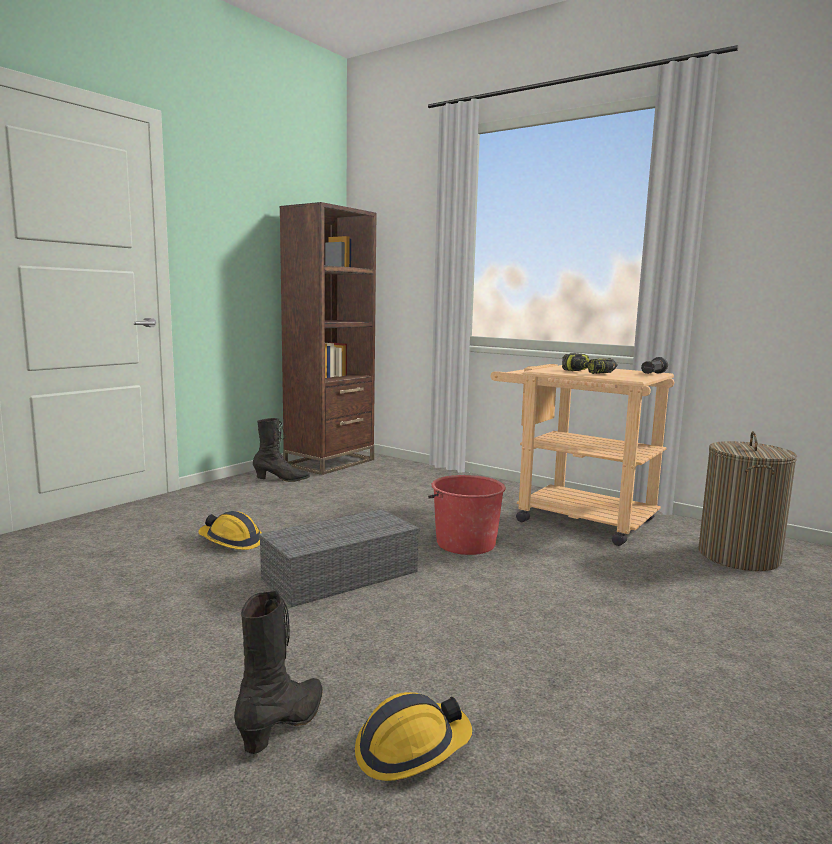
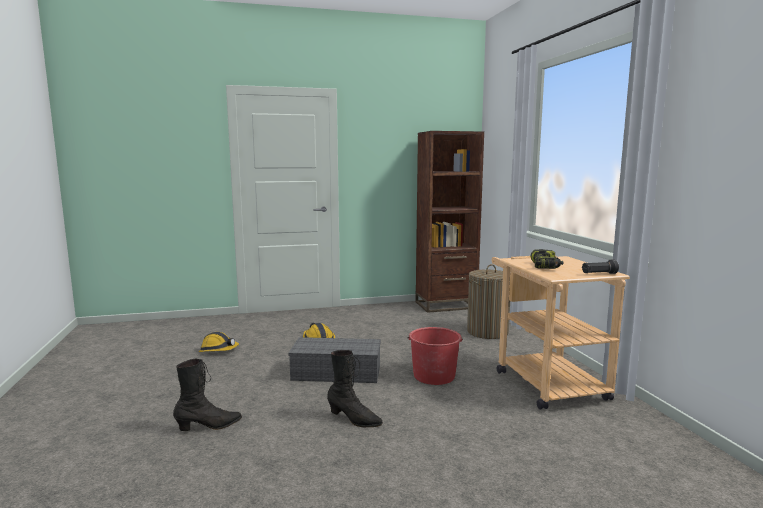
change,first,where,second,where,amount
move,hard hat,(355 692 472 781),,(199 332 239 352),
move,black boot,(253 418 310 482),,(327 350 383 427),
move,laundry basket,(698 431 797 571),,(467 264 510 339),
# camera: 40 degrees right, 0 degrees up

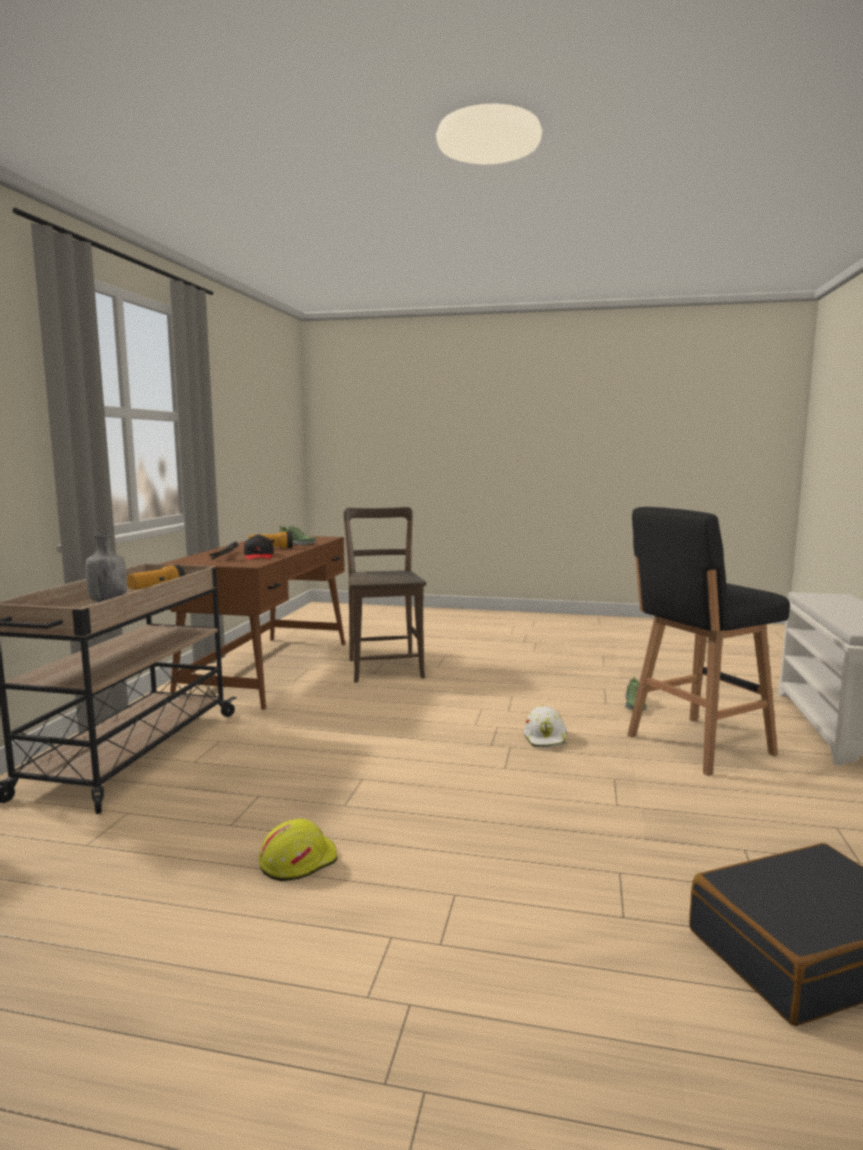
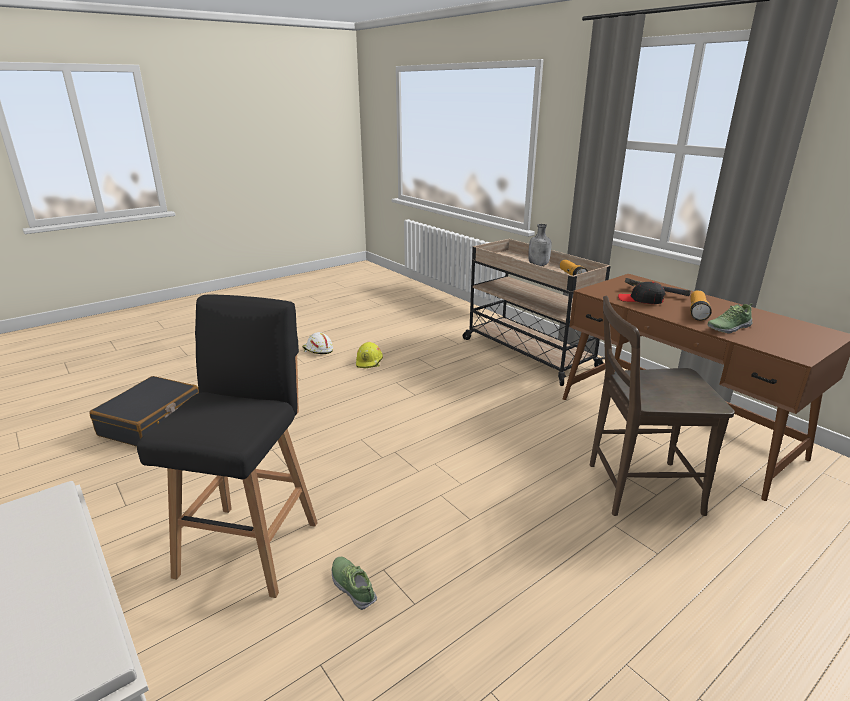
change,first,where,second,where,amount
move,white hard hat,(524 705 568 748),,(303 332 333 354),
rotate,brown chair,(344 507 426 683),,(590 296 735 516),150 degrees clockwise
# camera: 130 degrees right, 15 degrees up

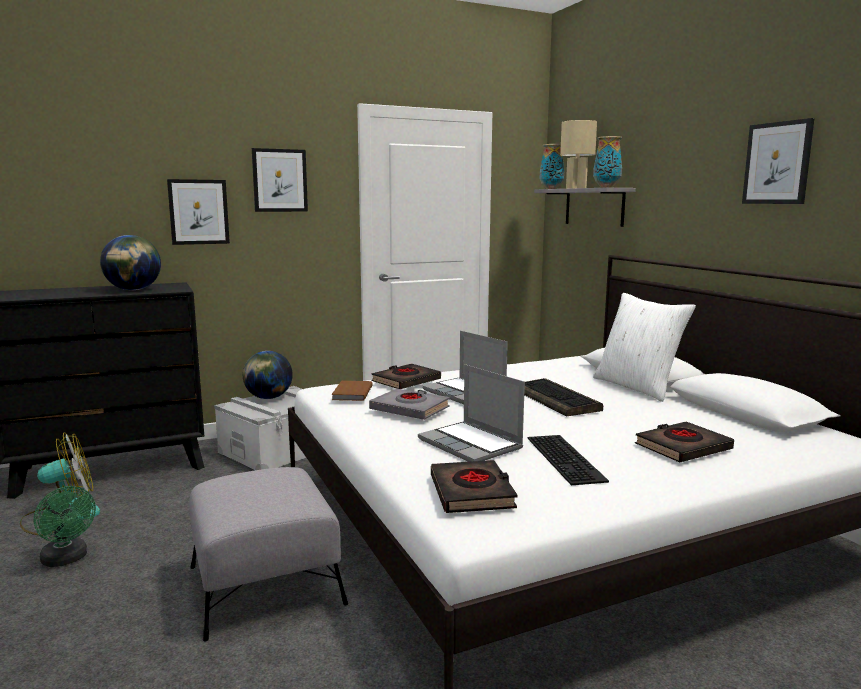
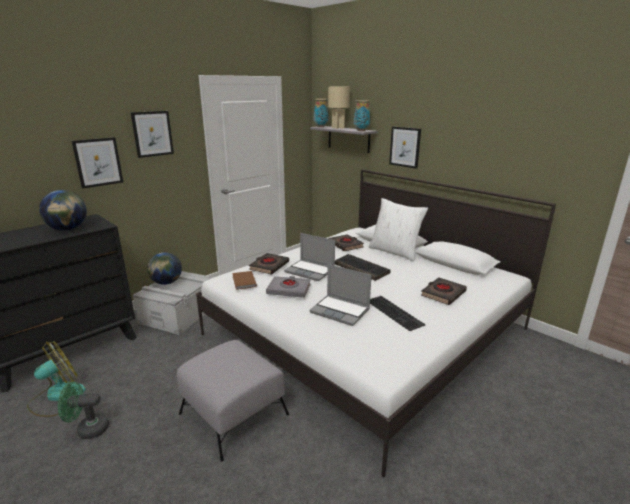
change,first,where,second,where,amount
rotate,green fan,(34 486 96 567),,(58 382 109 439),150 degrees clockwise
move,black book,(431 460 518 513),,(329 234 364 251),
move,picture,(742 118 815 204),,(389 126 421 169),
# camera: 20 degrees left, 10 degrees up

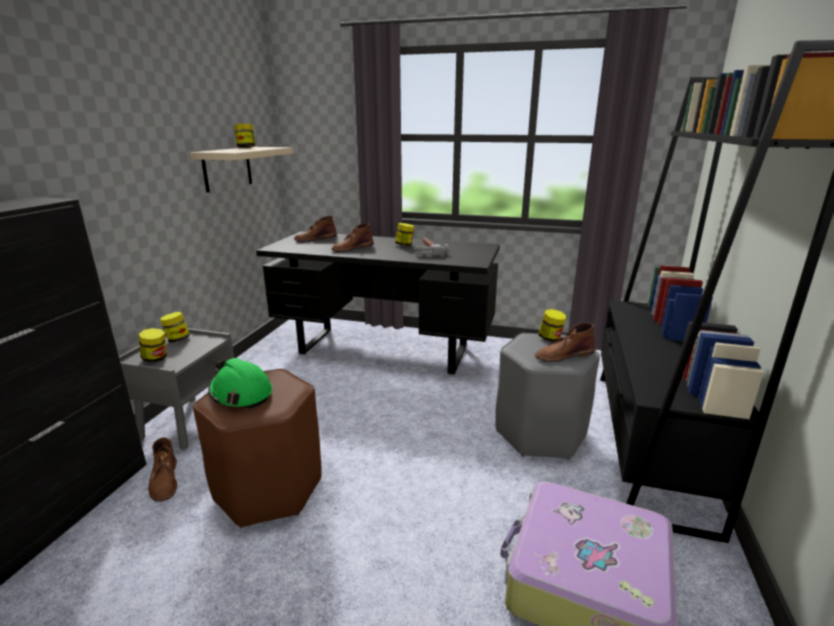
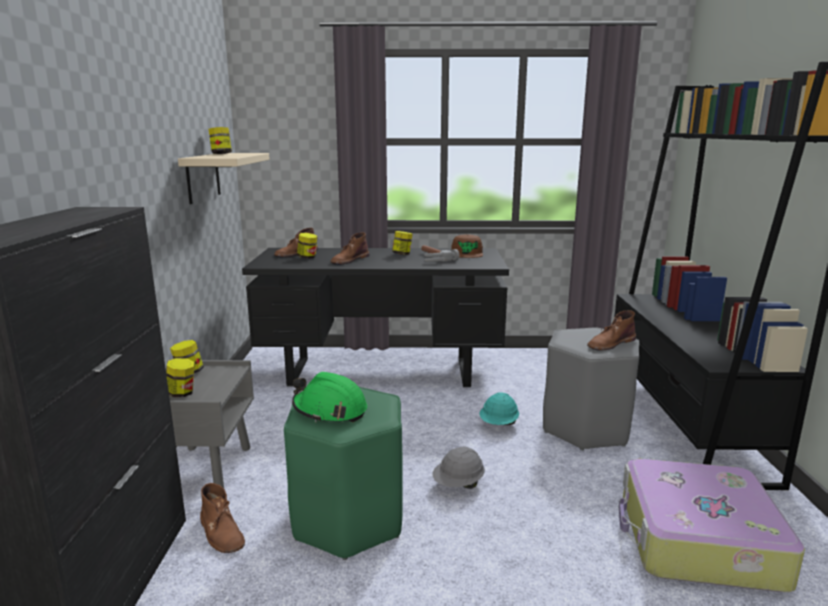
change,first,where,second,where,amount
recolor,brown stool,(193 369 321 528),green stool,(284 386 403 560),
move,jar,(539 309 566 342),,(297 233 318 259),
insert,,,grey hard hat,(433 446 485 489),
insert,,,brown cap,(452 234 483 258),
insert,,,turquoise hard hat,(480 392 519 425),
# camera: 15 degrees left, 5 degrees down

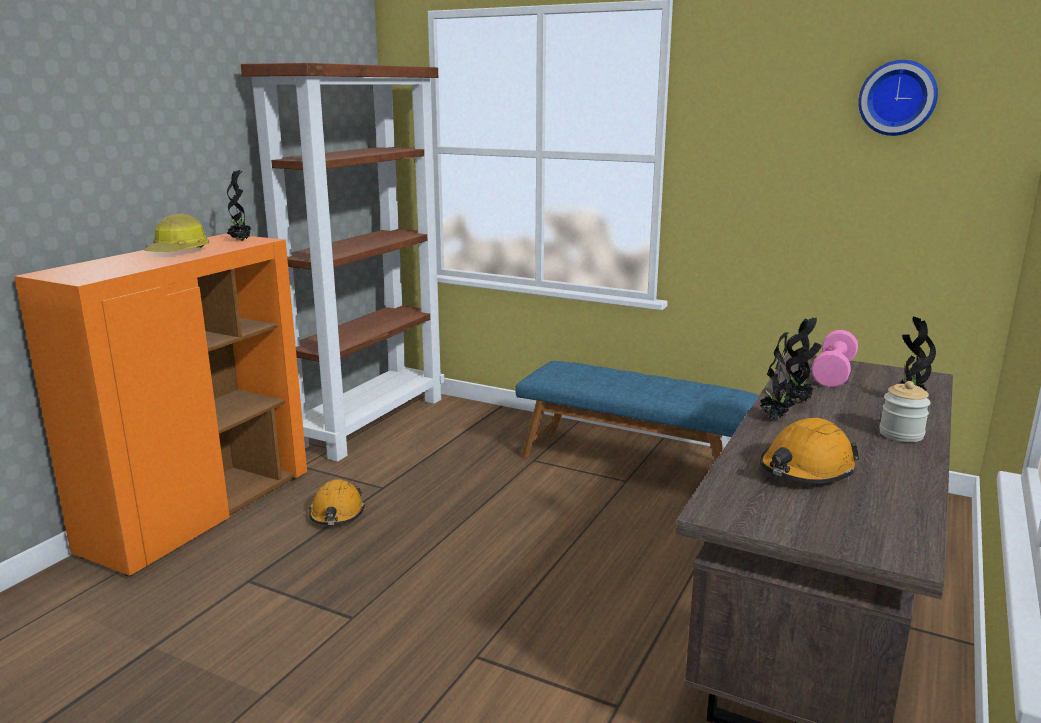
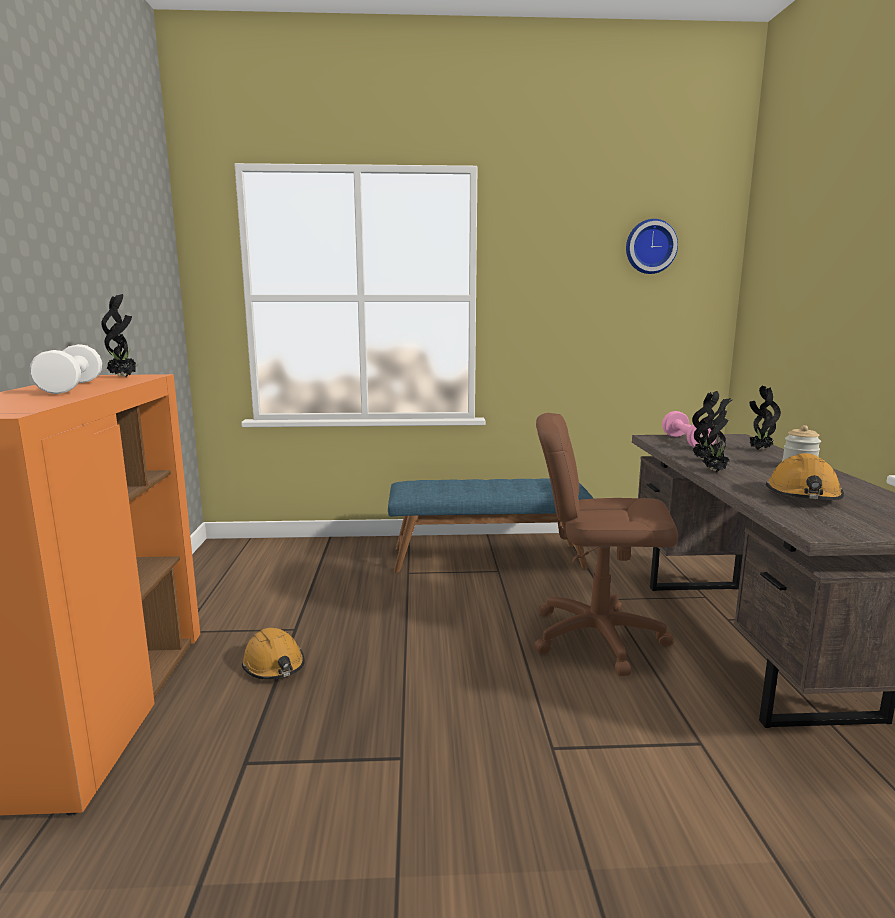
change,first,where,second,where,amount
replace,hard hat,(144 213 209 252),white dumbbell,(29 344 102 394),
insert,,,brown office chair,(534 413 678 676),
delete,brown bookcase,(241 63 444 462),,,
# camera: 30 degrees left, 5 degrees down

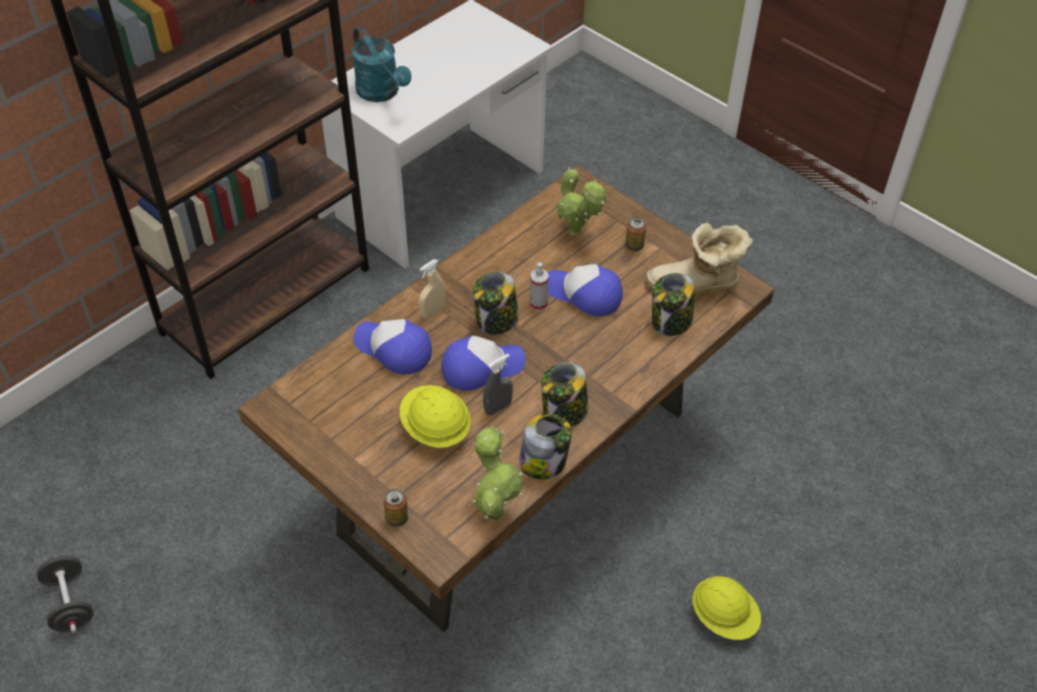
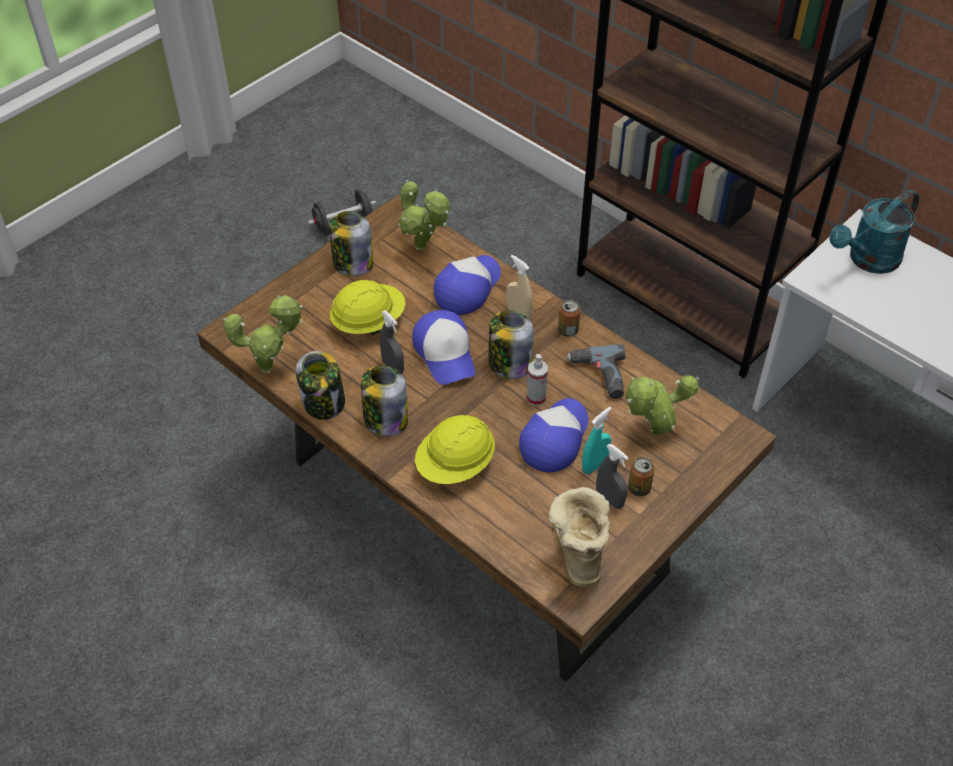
change,first,where,second,where,amount
move,jar,(652 273 694 336),,(329 211 373 276),
insert,,,potted plant,(399 180 450 250),
move,yellow hard hat,(693 576 761 640),,(415 415 495 484),
move,can,(383 489 408 527),,(558 299 581 337),
insert,,,power drill,(566 344 625 399),
insert,,,turquoise spray bottle,(582 407 612 474),
insert,,,grey spray bottle,(596 444 629 509),
# camera: 90 degrees right, 0 degrees up

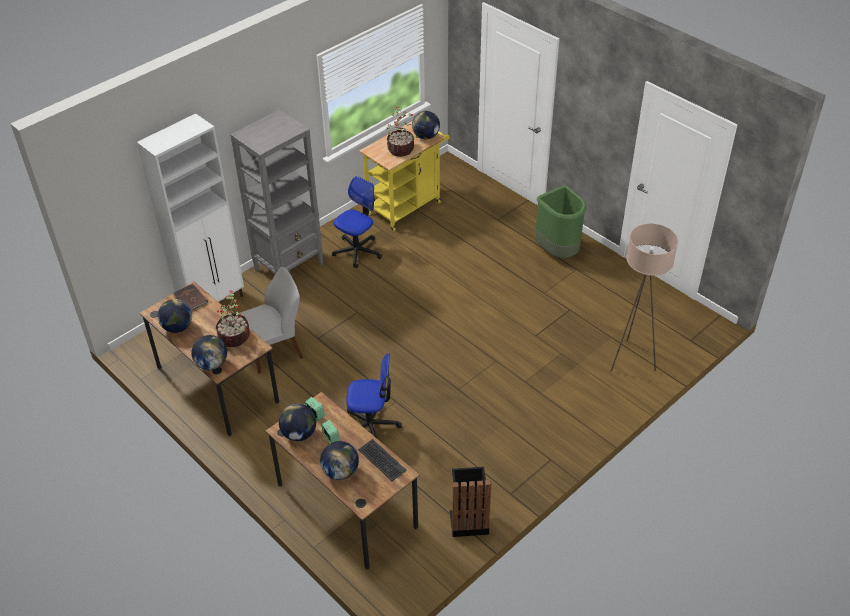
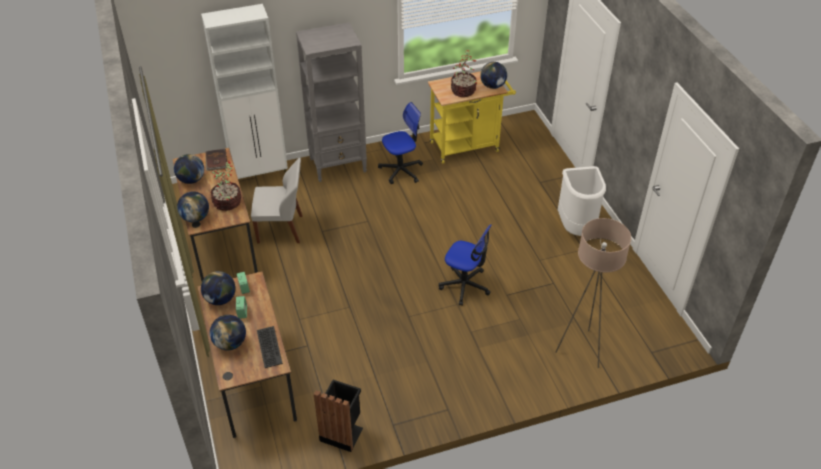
change,first,where,second,where,amount
move,office chair,(346 353 402 438),,(439 224 492 306),
recolor,green trash can,(535 185 586 258),white trash can,(558 166 606 236),
# camera: 25 degrees right, 0 degrees up

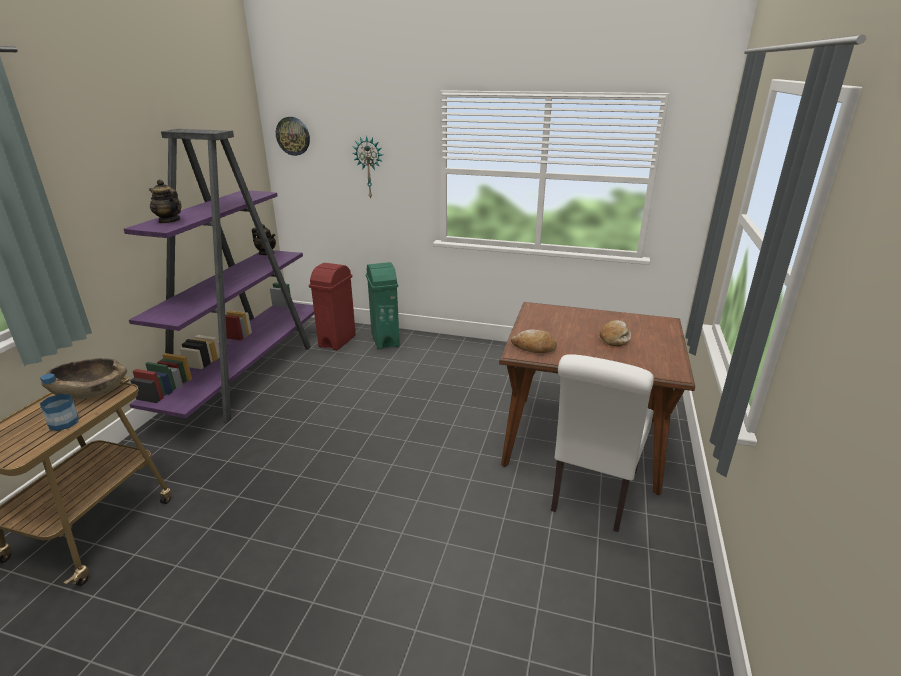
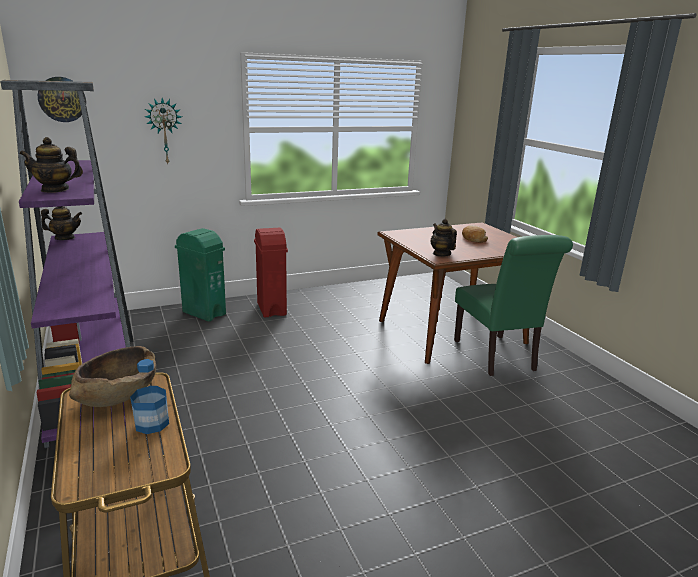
change,first,where,second,where,amount
move,red trash can,(309 263 356 350),,(254 228 288 317),
replace,bread,(511 329 557 353),teapot,(431 219 457 257),
recolor,white chair,(551 354 654 532),green chair,(454 235 573 376),
# camera: 40 degrees left, 5 degrees down

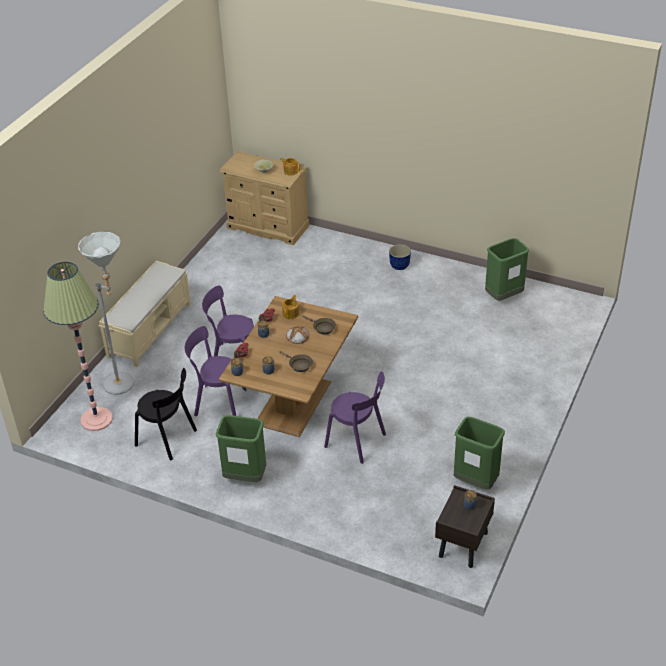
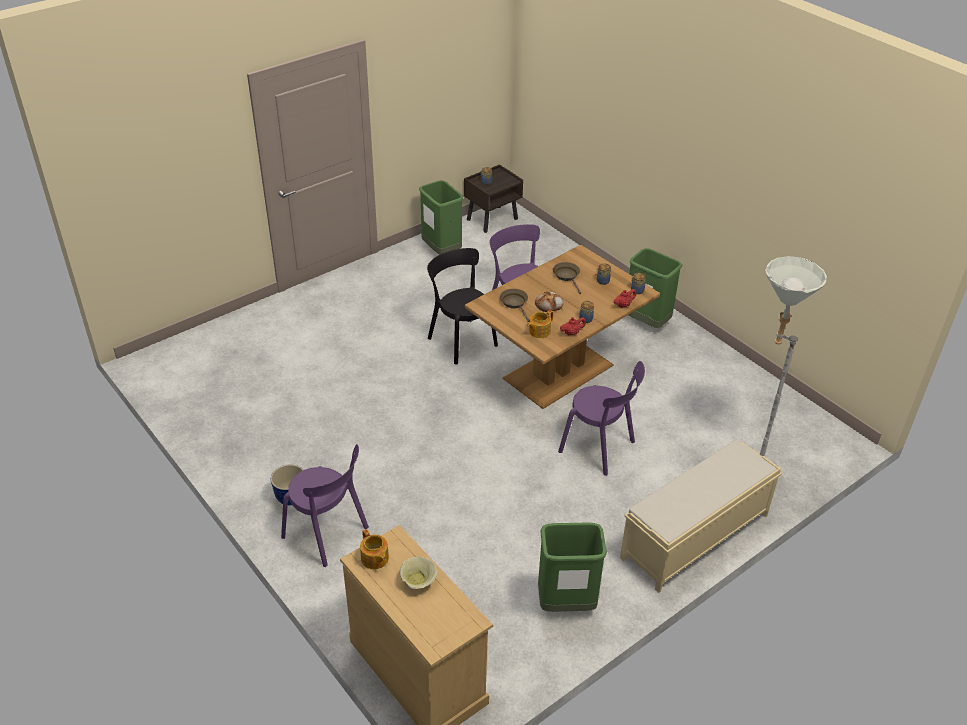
change,first,where,second,where,amount
move,purple chair,(185 326 246 416),,(281 444 369 567),
move,black chair,(135 368 197 460),,(427 248 498 365),
move,green trash can,(485 238 529 301),,(538 523 607 612),
delete,floor lamp,(43 262 113 431),,,
# camera: 155 degrees left, 0 degrees up

